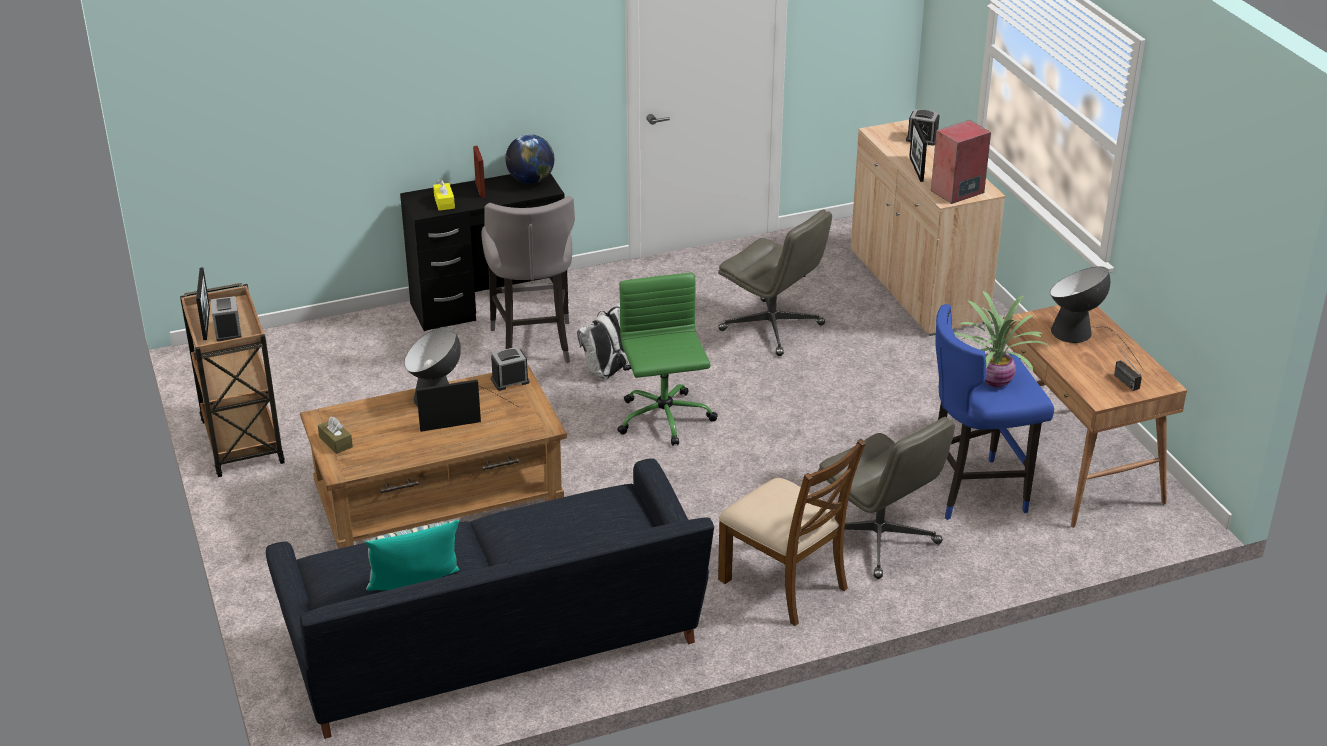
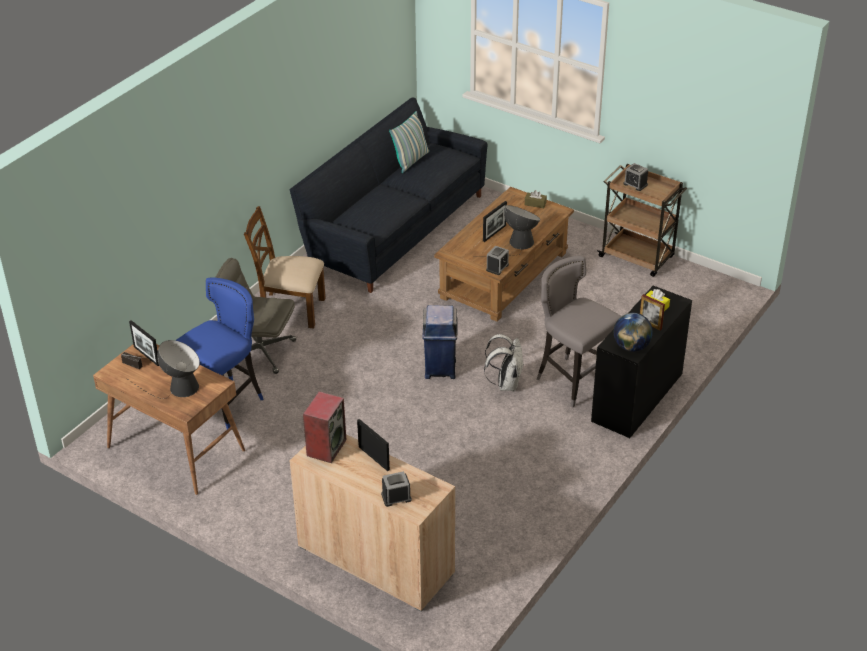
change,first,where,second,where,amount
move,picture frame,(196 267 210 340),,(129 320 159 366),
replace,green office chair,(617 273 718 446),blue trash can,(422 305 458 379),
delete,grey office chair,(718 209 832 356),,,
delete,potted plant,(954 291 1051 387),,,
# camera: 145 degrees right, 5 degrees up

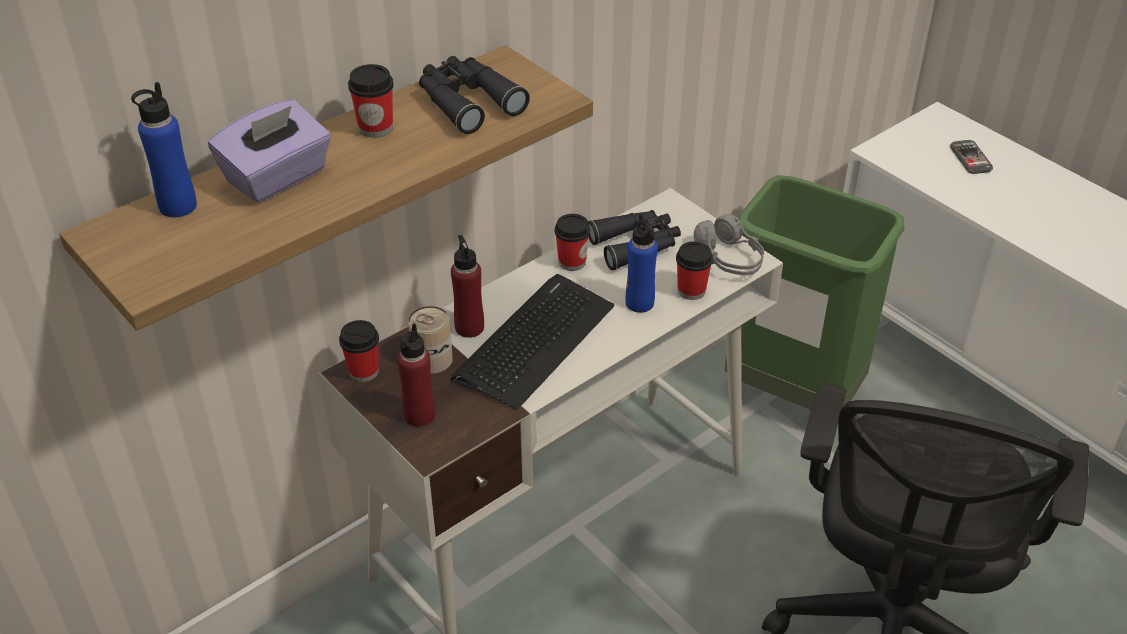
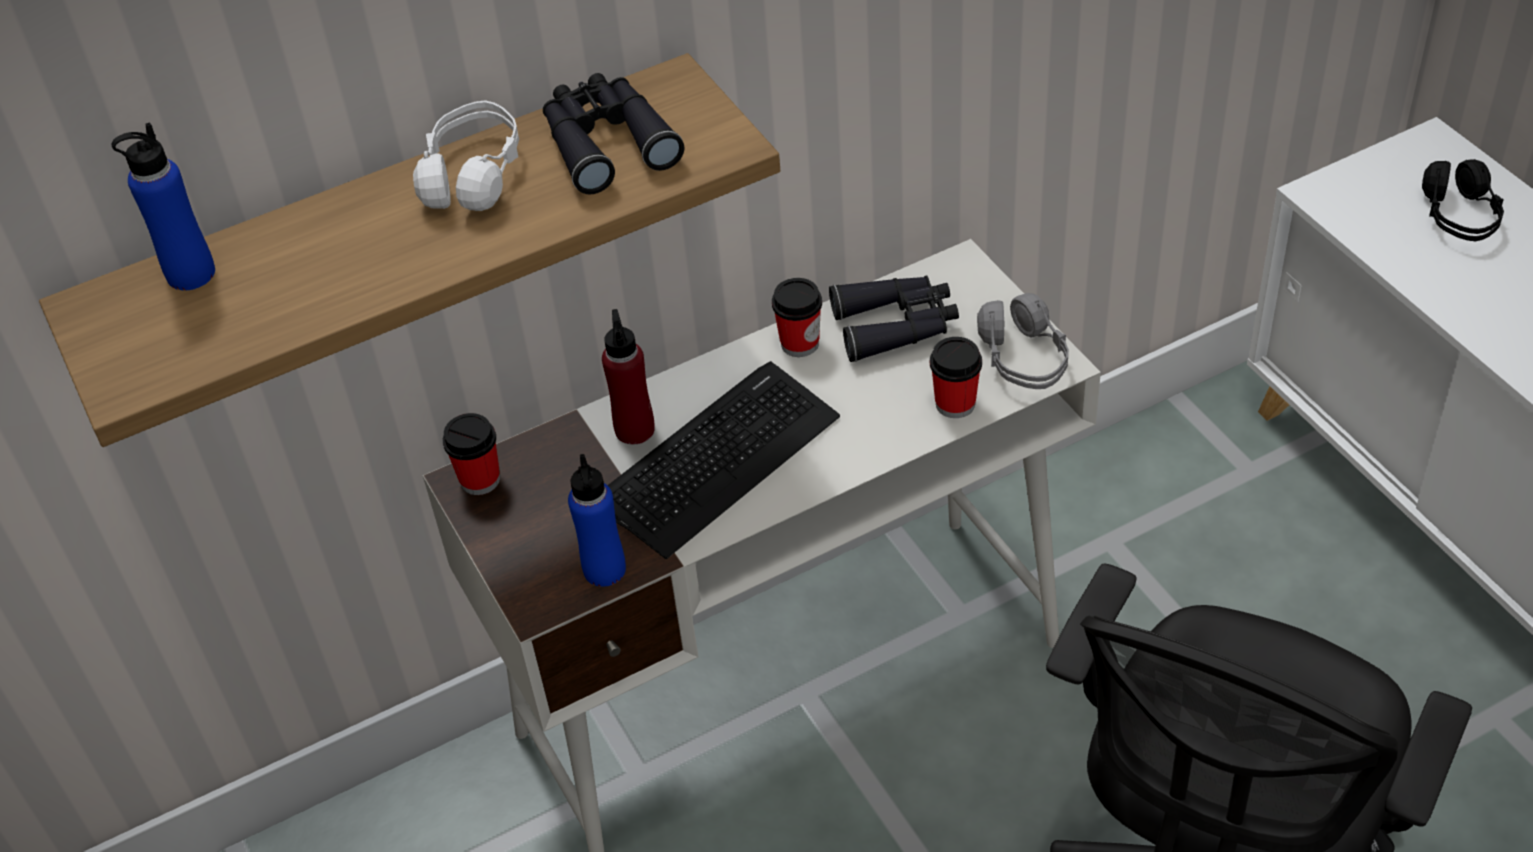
change,first,where,second,where,amount
replace,cup,(348 64 394 138),white headphones,(413 100 519 211),
move,blue bottle,(626 214 658 313),,(568 454 626 587),
replace,phone,(950 140 993 174),black headphones,(1422 159 1504 241),
delete,purple tissue box,(208 100 331 203),,,
delete,red bottle,(397 323 435 427),,,
delete,can,(408 306 453 374),,,
delete,green trash can,(725 175 905 410),,,
# camera: 15 degrees right, 5 degrees up

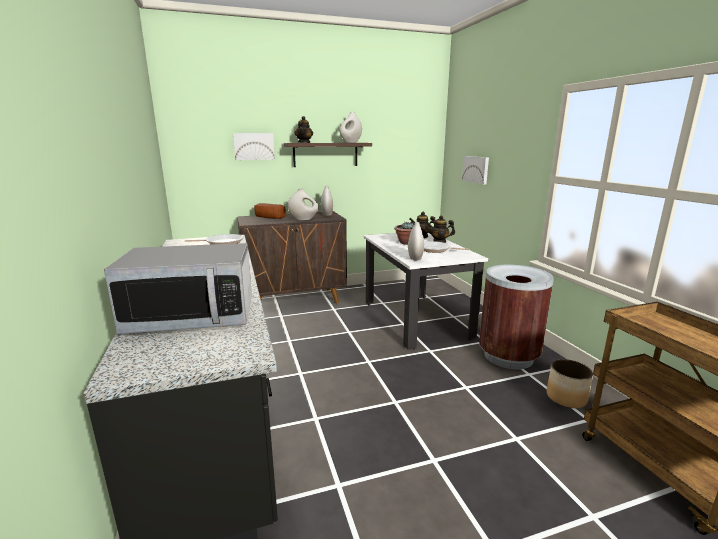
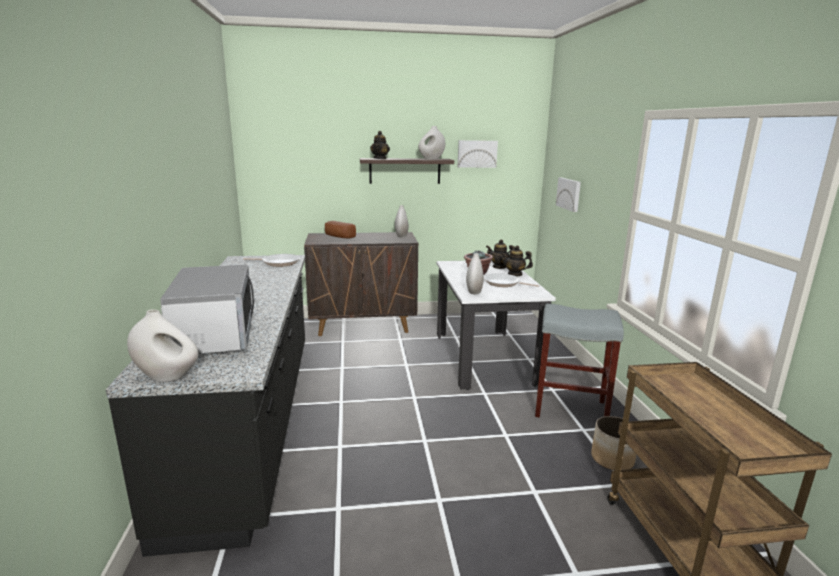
change,first,where,second,where,amount
move,white vase,(288 189 319 220),,(127 310 198 382),
rotate,microwave,(104 243 252 334),,(160 264 254 354),105 degrees counterclockwise
move,picture,(233 133 275 160),,(458 140 498 168),
replace,brown trash can,(479 264 554 369),grey stool,(535 304 624 417),
# camera: 10 degrees right, 0 degrees up

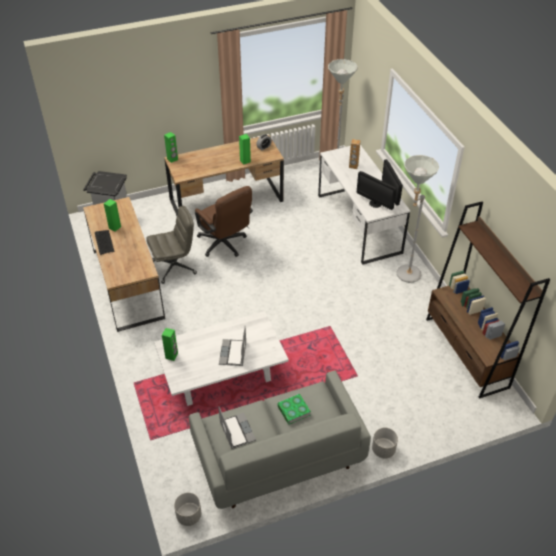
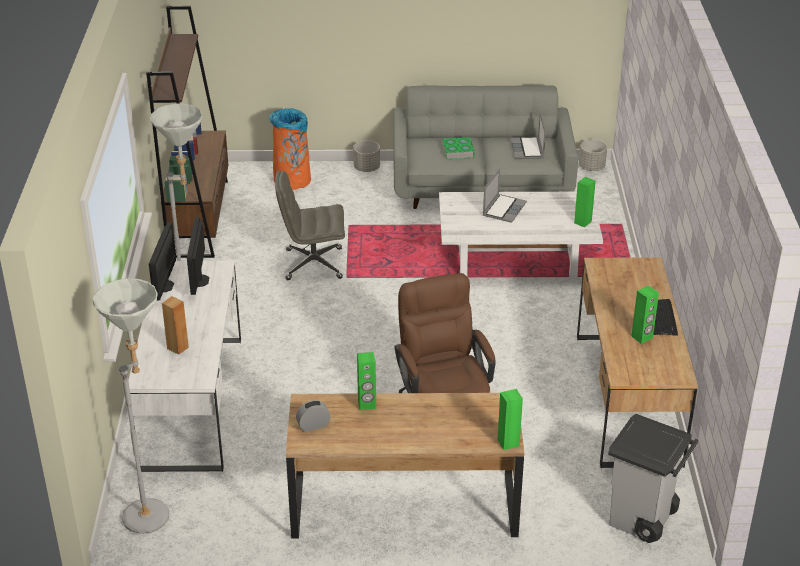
change,first,where,second,where,amount
rotate,monitor,(357 171 397 210),,(187 217 209 295),150 degrees counterclockwise
insert,,,orange trash can,(269 108 311 190),
move,grey office chair,(146 206 197 284),,(275 171 345 280),
# camera: 160 degrees left, 10 degrees down

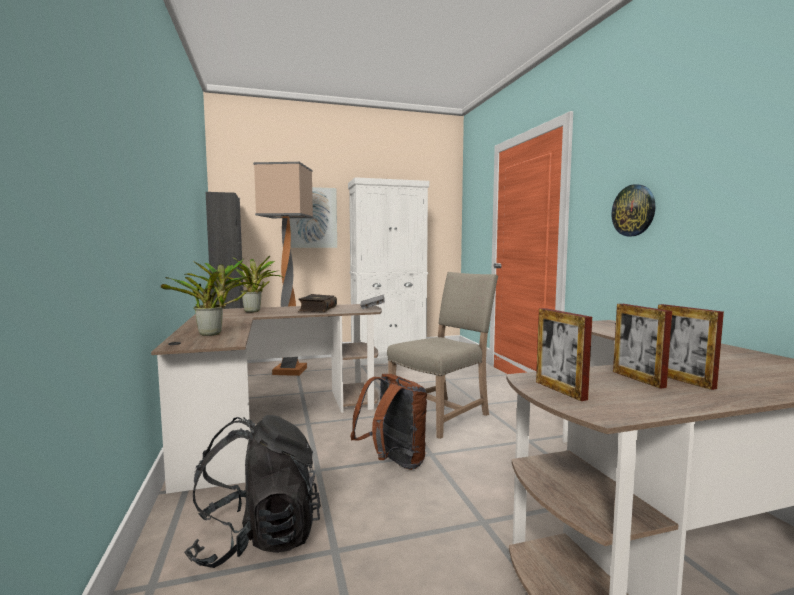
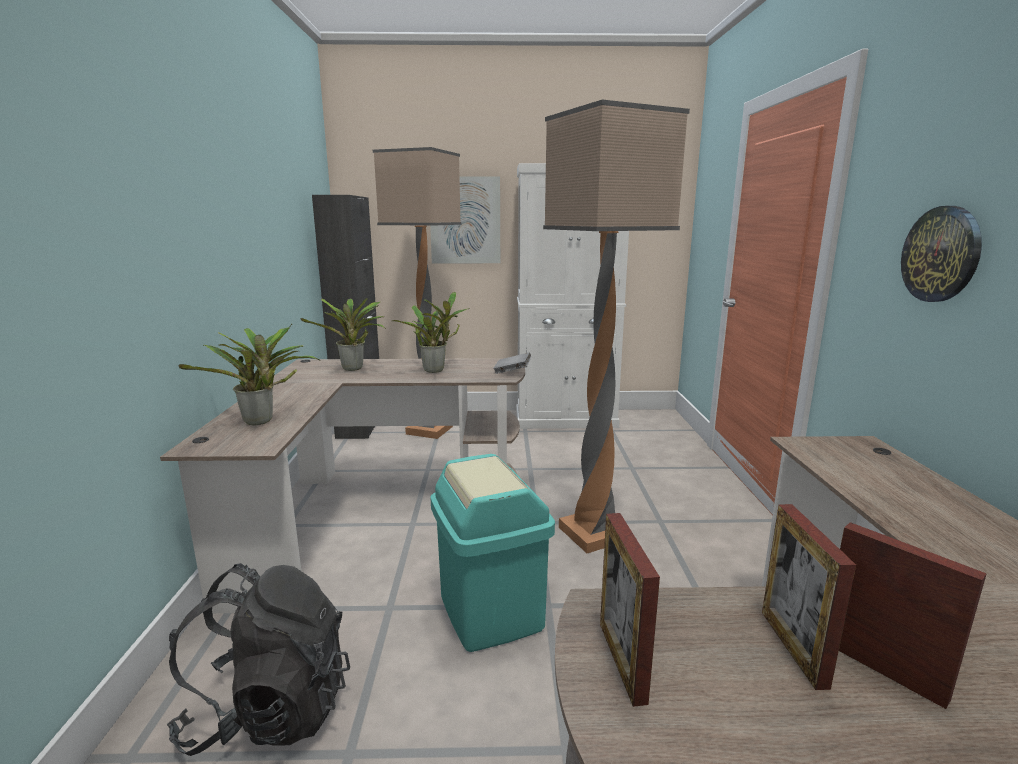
change,first,where,second,where,amount
replace,book,(298 294 337 312),potted plant,(392 292 470 373),
replace,brown backpack,(350 374 427 470),turquoise trash can,(430 454 555 652),
replace,beige chair,(387 272 498 439),floor lamp,(543 100 690 553),
rotate,picture frame,(658 304 724 390),,(839 522 987 709),150 degrees clockwise
# camera: 15 degrees right, 10 degrees up

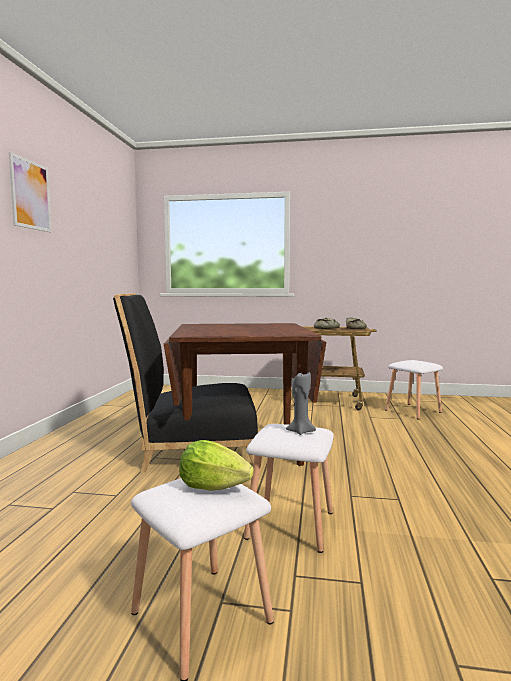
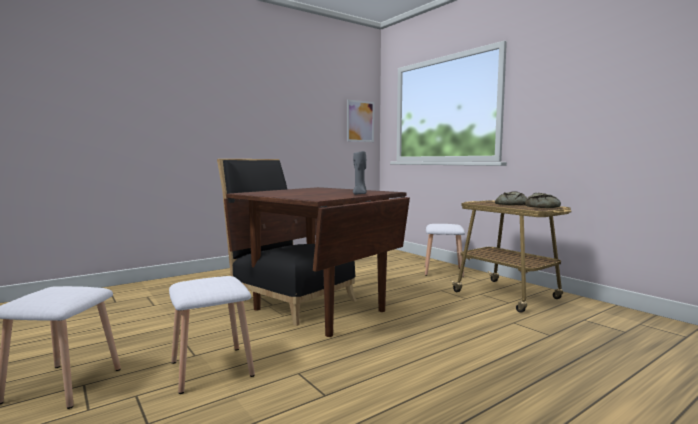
change,first,where,second,where,amount
move,picture,(9 152 52 232),,(347 100 374 142),
move,grey candle,(286 371 316 435),,(352 151 367 195),
move,white stool,(385 360 443 420),,(425 224 465 277),
delete,lettuce,(179 440 254 491),,,
# camera: 45 degrees right, 0 degrees up

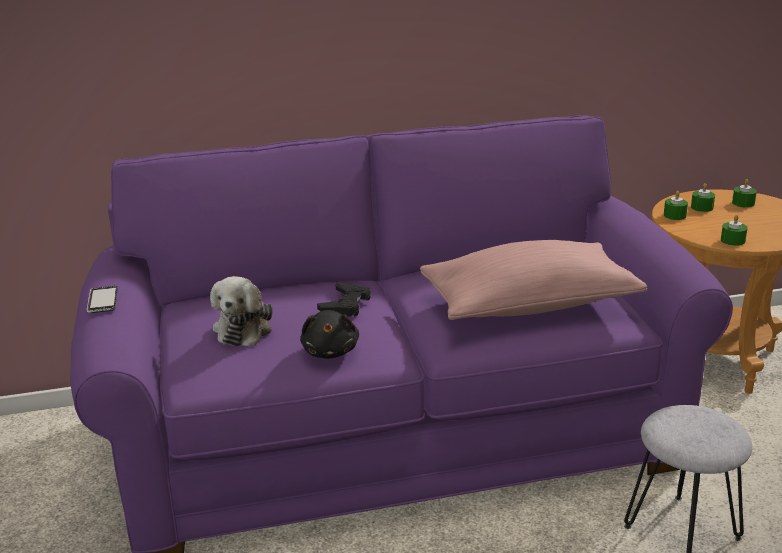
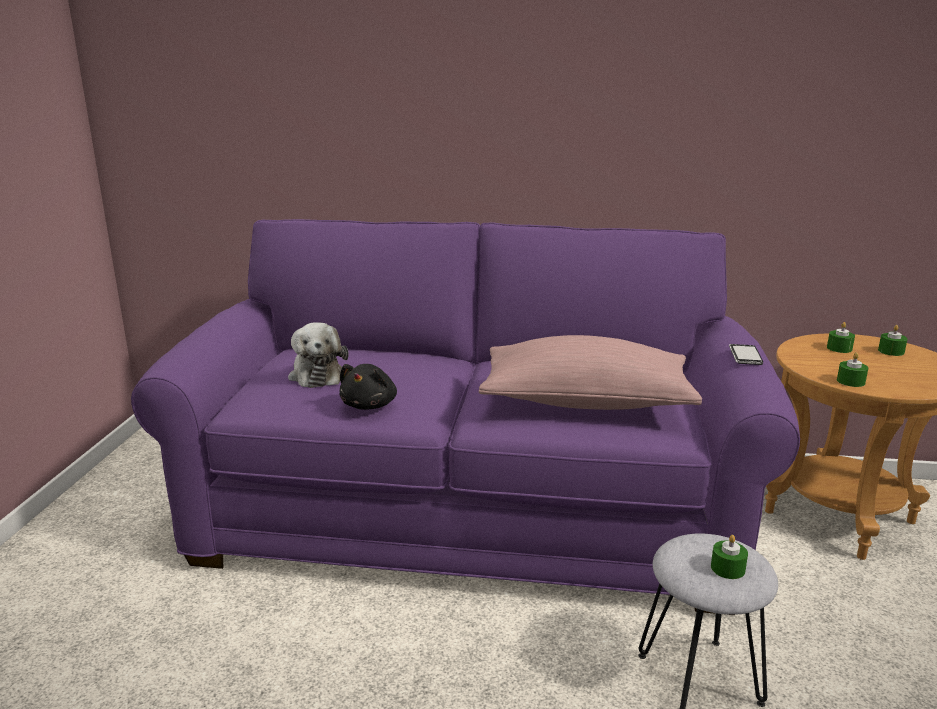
change,first,where,second,where,amount
rotate,plush toy,(210 276 273 346),,(288 322 348 388),45 degrees counterclockwise
move,green candle,(664 191 688 220),,(711 535 748 579),
move,phone,(87 286 118 313),,(729 344 763 365),
delete,black game controller,(317 282 371 317),,,
# camera: 20 degrees right, 5 degrees down

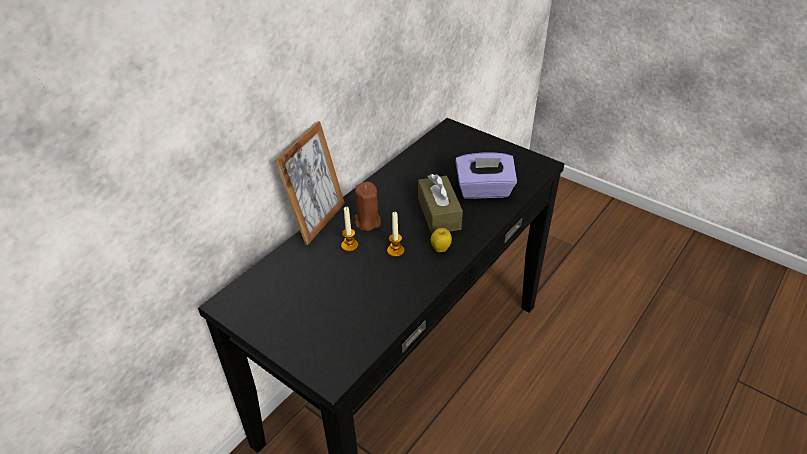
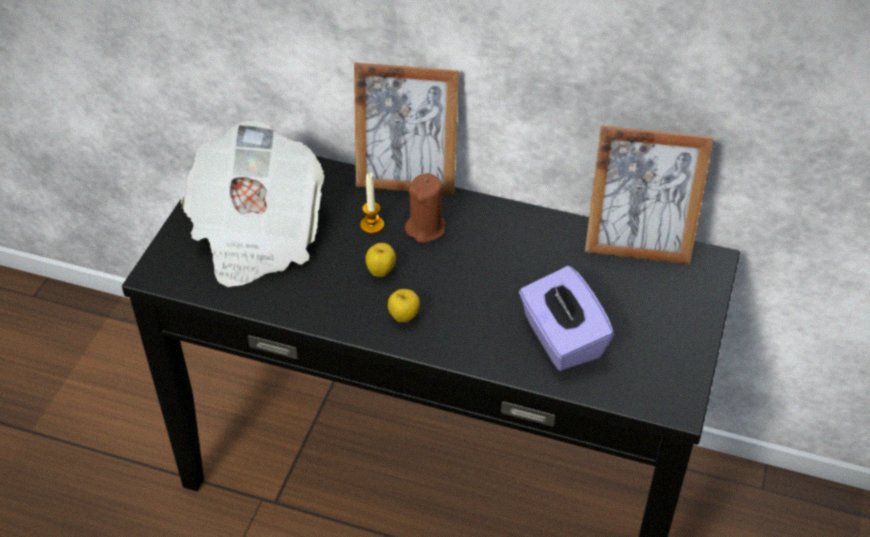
change,first,where,second,where,amount
insert,,,newspaper,(181 120 325 287),
replace,candle,(387 212 404 257),apple,(365 243 396 277),
insert,,,picture frame,(585 126 714 264),
delete,brown tissue box,(418 174 463 234),,,
# camera: 70 degrees right, 5 degrees up

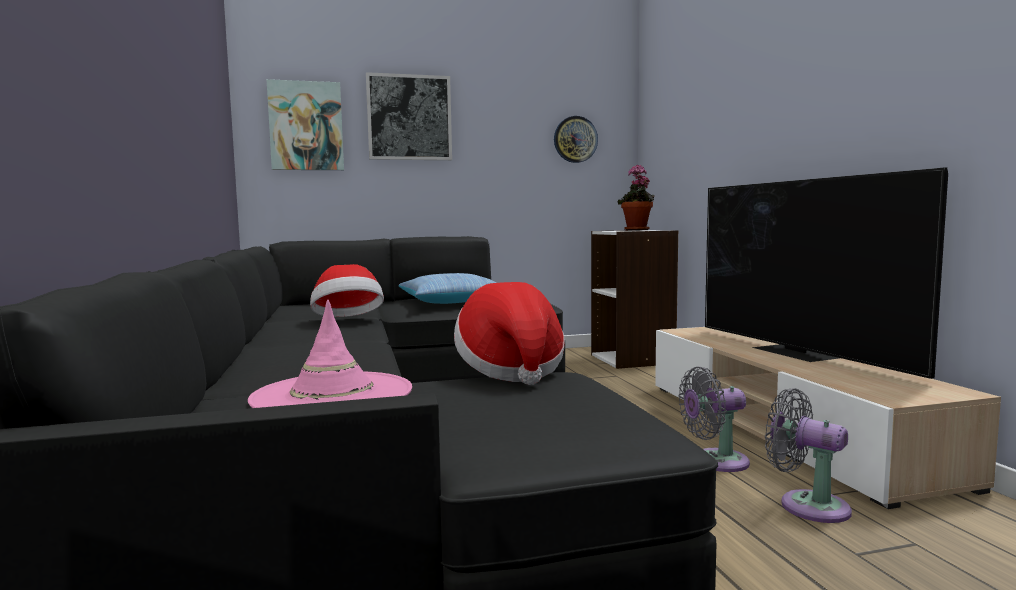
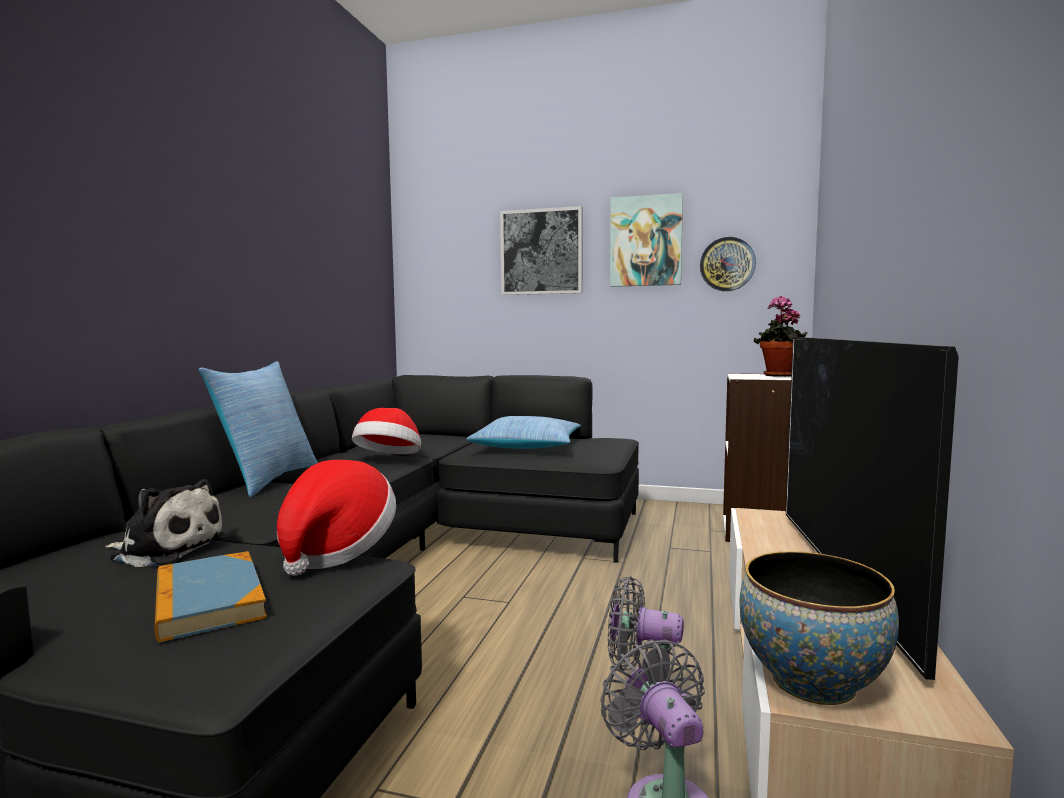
change,first,where,second,where,amount
replace,pink hat,(248 299 412 408),plush toy,(105 479 227 567),
insert,,,book,(154 551 267 642),
insert,,,pillow,(199 361 318 497),
move,picture,(266 79 344 170),,(610 193 683 287),
insert,,,bowl,(739 551 899 705),
# camera: 30 degrees right, 0 degrees up

